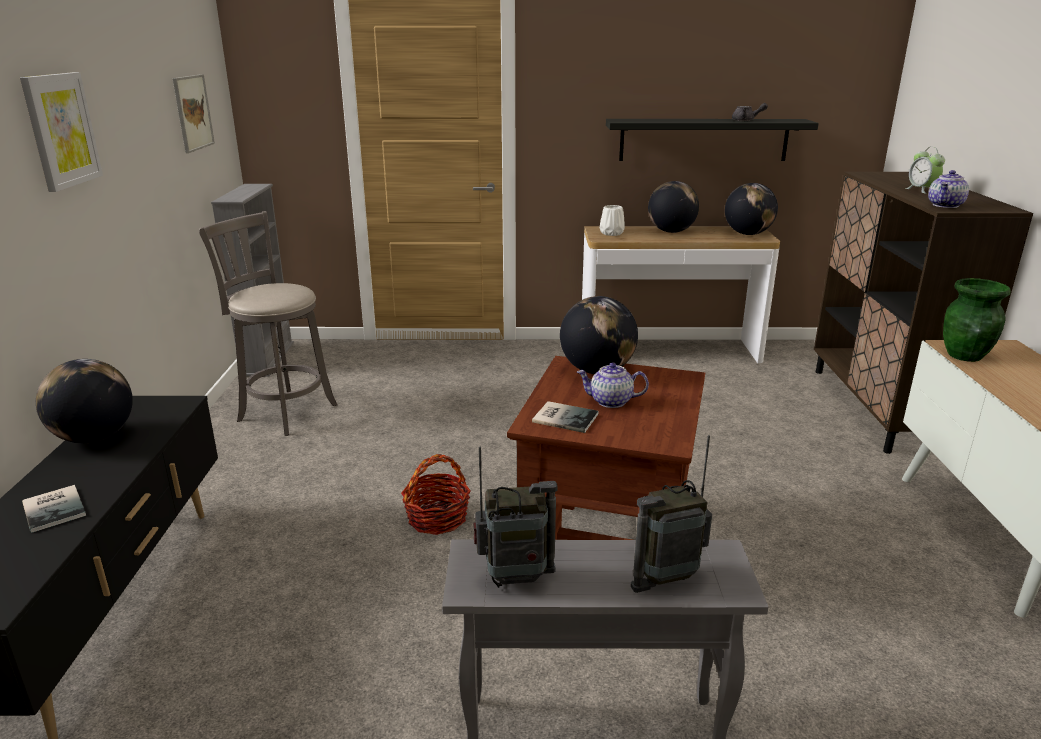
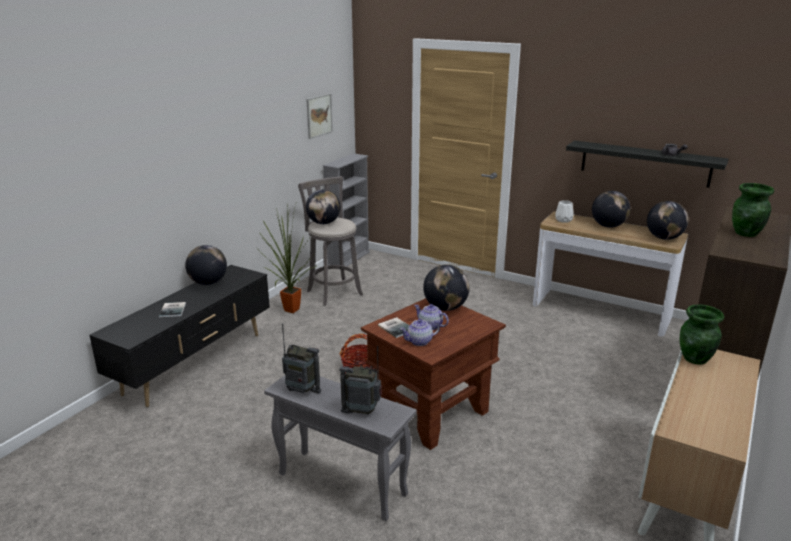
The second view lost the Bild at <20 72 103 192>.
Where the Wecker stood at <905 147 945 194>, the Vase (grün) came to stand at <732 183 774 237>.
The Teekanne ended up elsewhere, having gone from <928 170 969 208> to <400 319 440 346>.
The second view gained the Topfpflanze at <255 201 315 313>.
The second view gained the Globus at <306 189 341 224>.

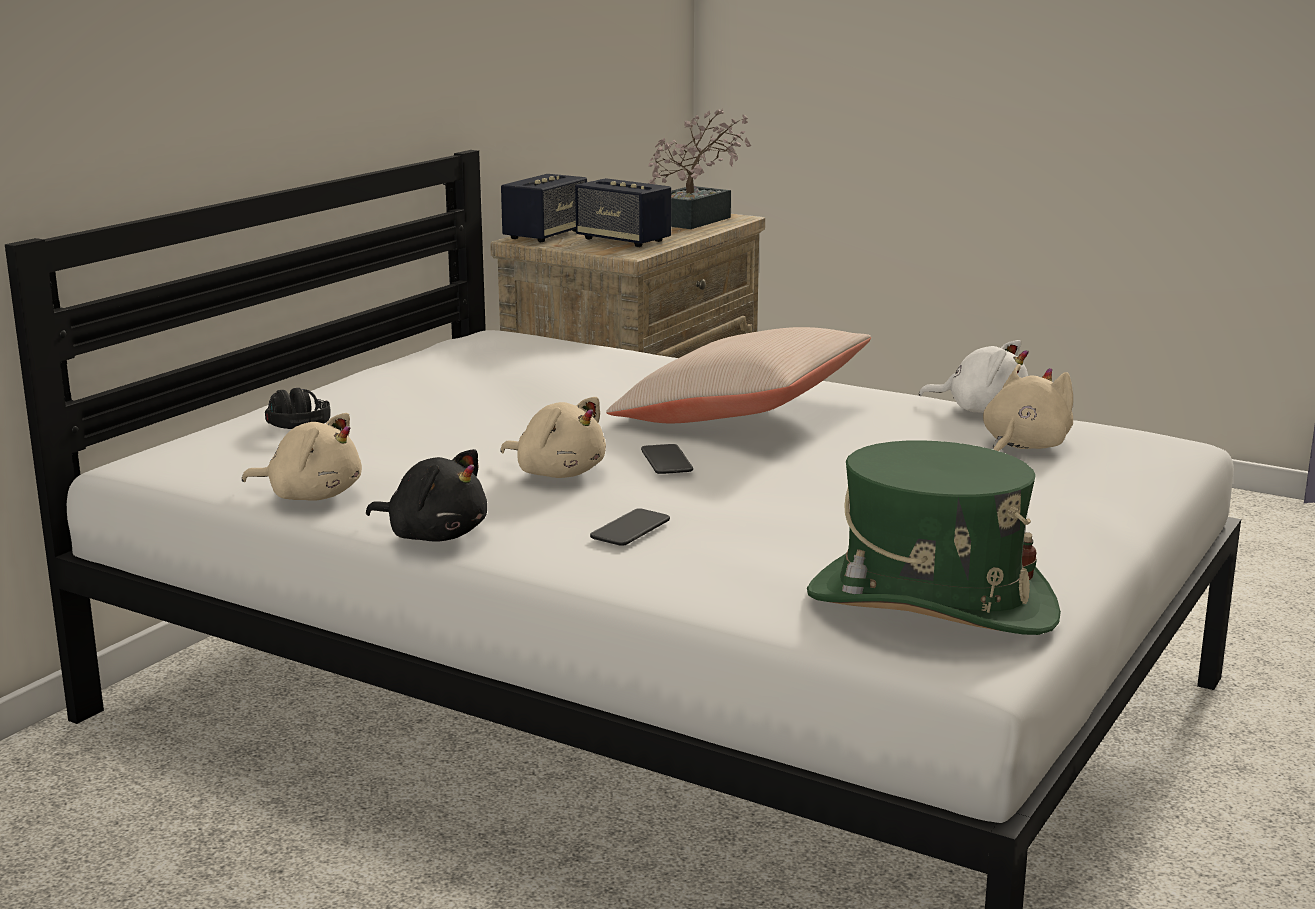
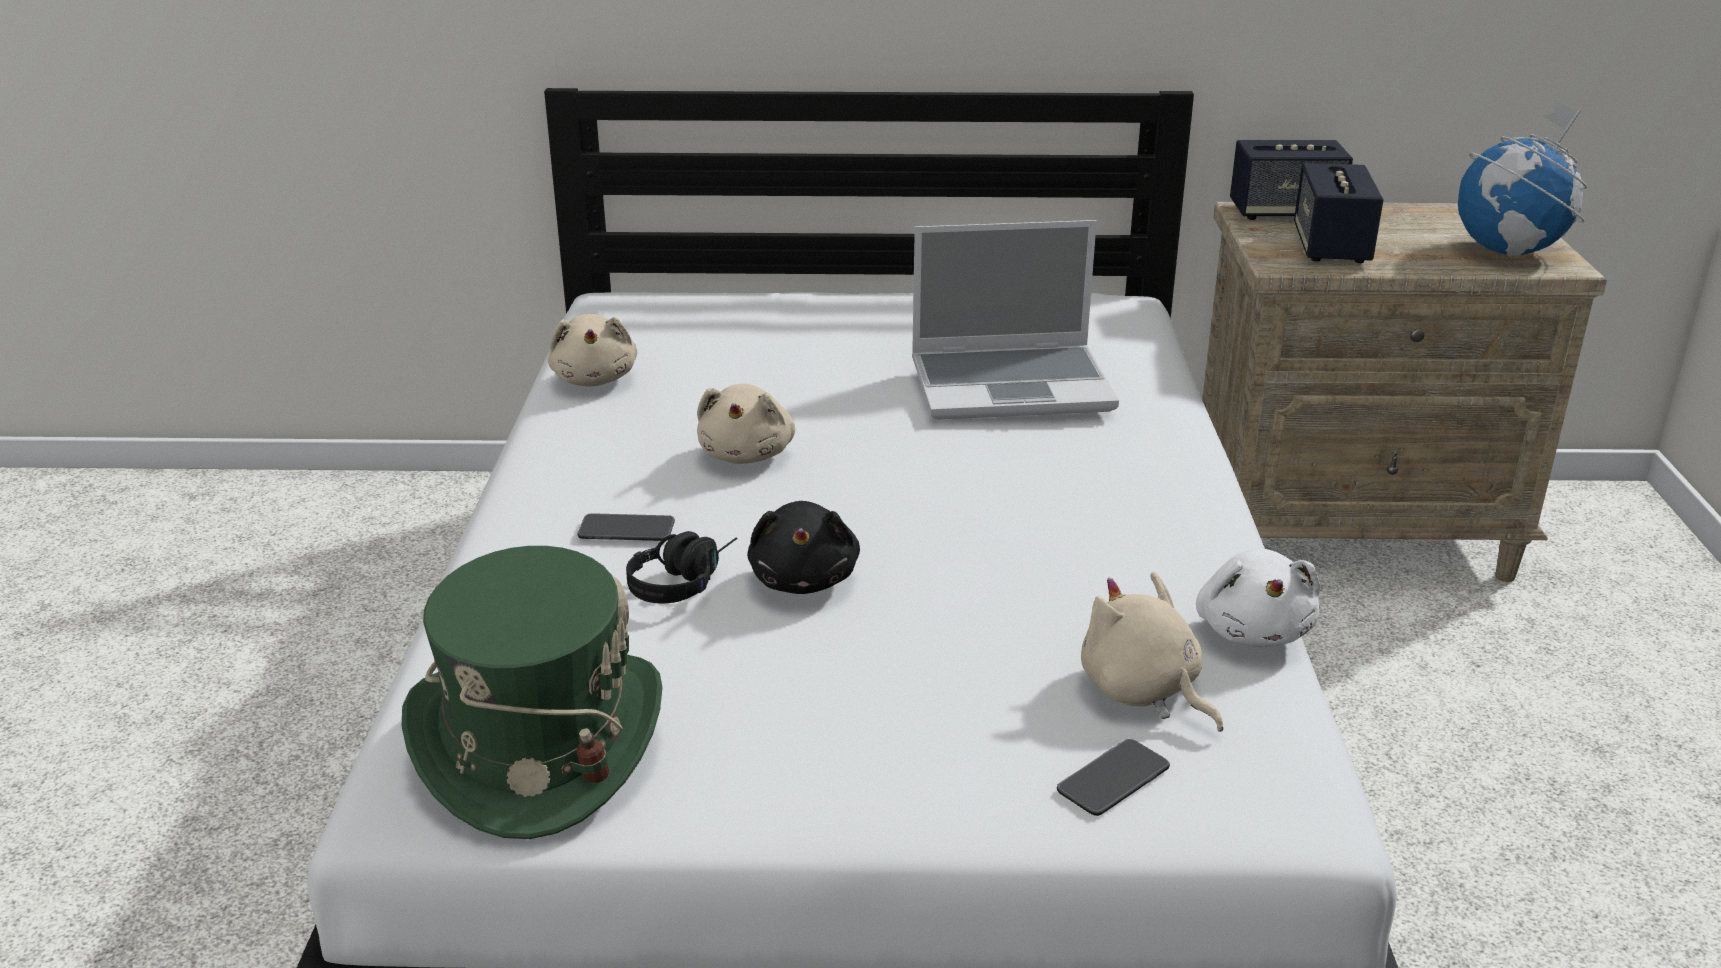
The Kopfhörer (schwarz) ended up elsewhere, having gone from <265 388 331 429> to <626 531 737 604>.
The Plüschtier (schwarz) ended up elsewhere, having gone from <366 449 487 542> to <747 501 860 594>.
The second view lost the Kissen (beige) at <606 327 871 423>.
The Handy ended up elsewhere, having gone from <641 444 693 474> to <1057 739 1170 816>.
Where the Topfpflanze stood at <648 108 751 229>, the Globus came to stand at <1458 99 1587 257>.
The Plüschtier (beige) at <983 364 1073 451> ended up facing another way, 135 degrees counterclockwise from before.
The second view gained the Laptop at <912 220 1119 420>.

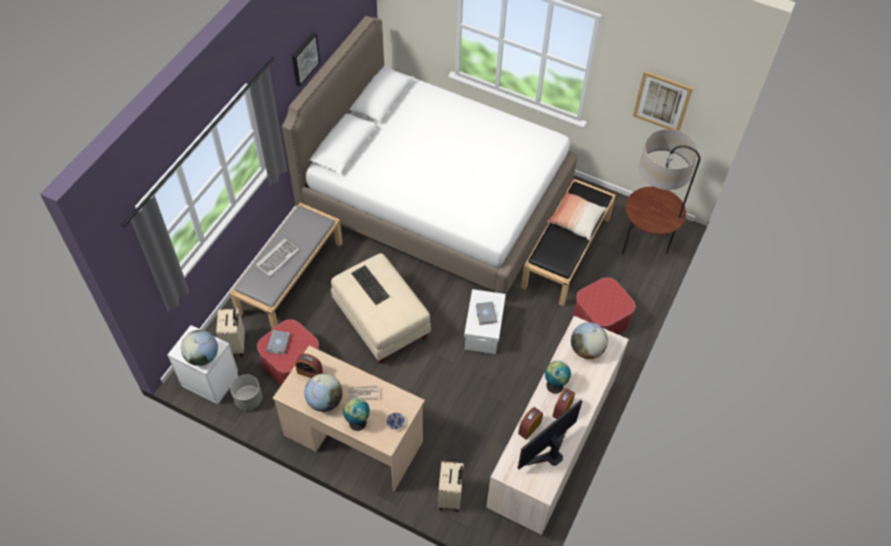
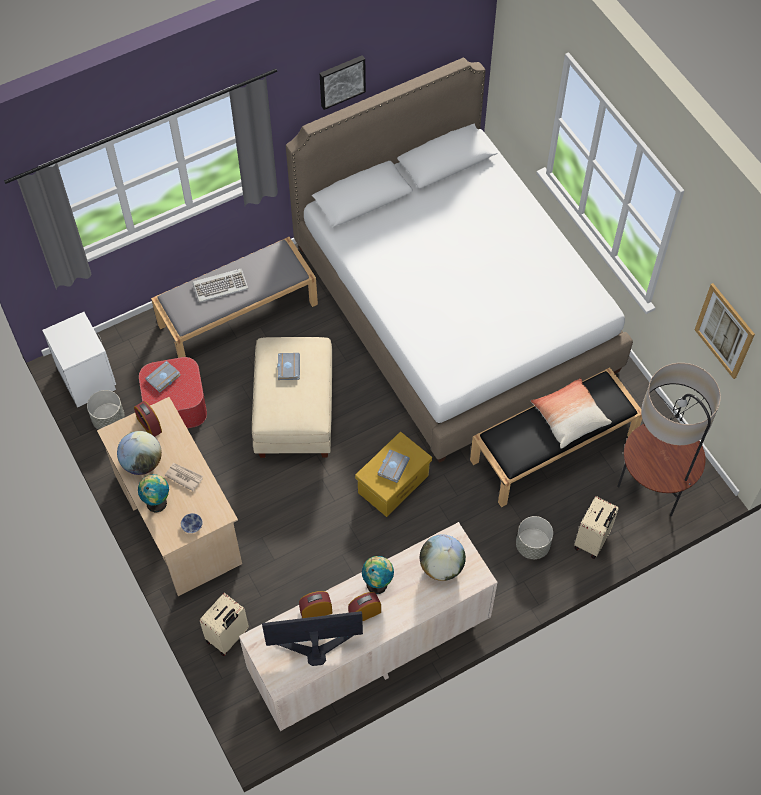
The second view lost the Globus at <181 330 218 366>.
The Koffer (beige) ended up elsewhere, having gone from <216 308 245 356> to <574 496 619 559>.
Where the Tastatur stood at <351 265 390 305>, the Buch (grau) came to stand at <277 353 300 380>.
What was the Aufbewahrungsbox (weiß) at <464 289 506 354> turned into the Aufbewahrungsbox (gelb) at <355 432 432 517>.
Where the Polsterhocker stood at <573 277 635 334>, the Pflanzkübel (grau) came to stand at <516 516 553 559>.

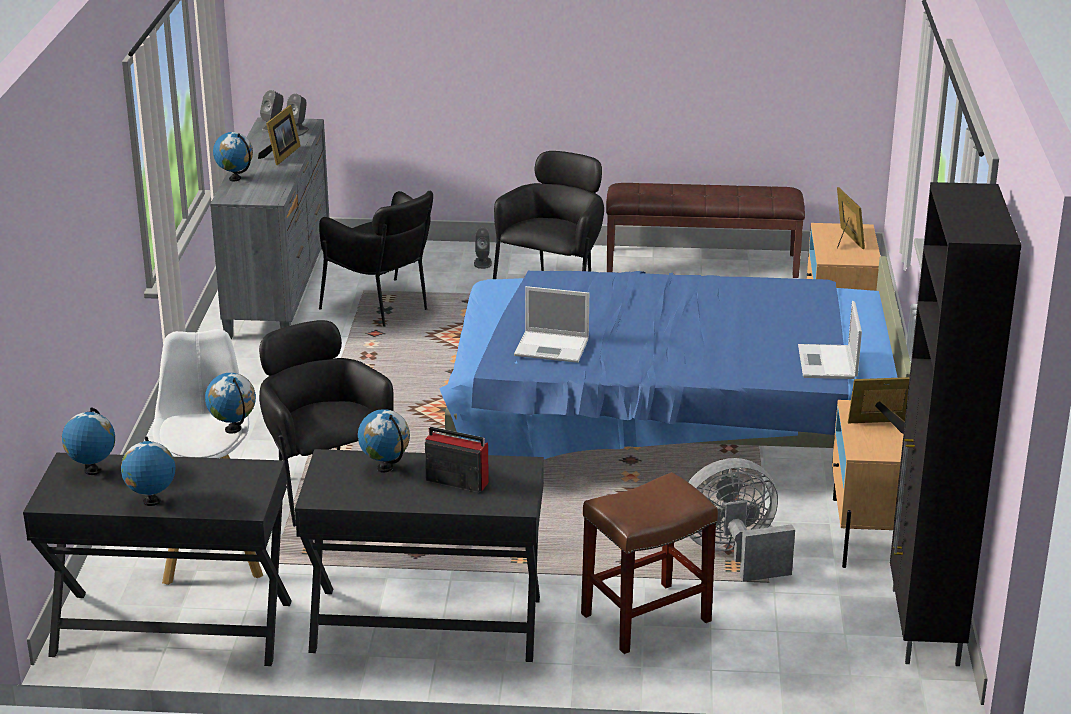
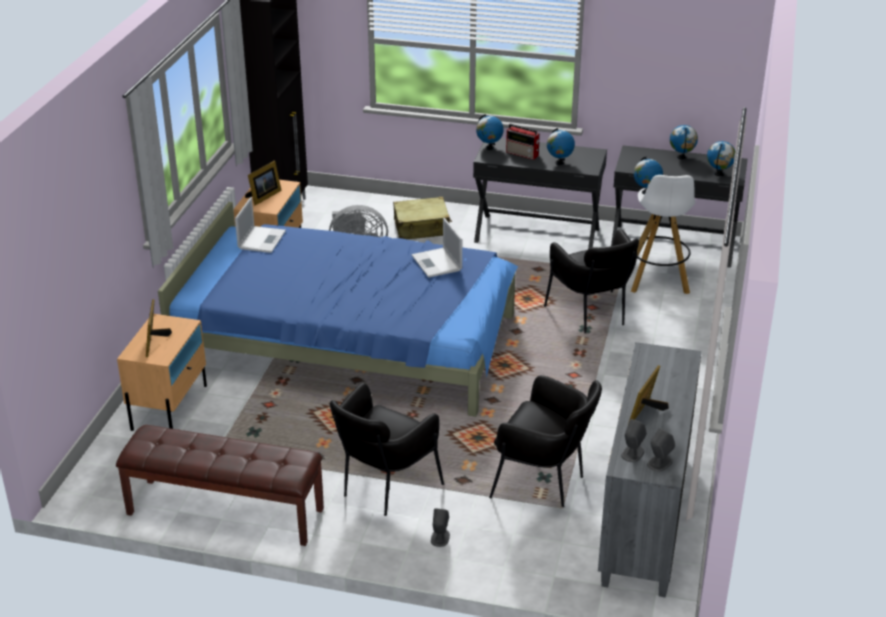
The Globus ended up elsewhere, having gone from <213 132 253 181> to <476 114 504 150>.
The Sessel (schwarz) at <319 191 433 327> ended up facing another way, 150 degrees clockwise from before.
The Laptop at <514 286 589 363> ended up facing another way, 135 degrees counterclockwise from before.
Where the Hocker (braun) stood at <581 472 718 654>, the Koffer (beige) came to stand at <393 197 452 239>.
The Bilderrahmen at <848 377 910 434> ended up facing another way, 60 degrees counterclockwise from before.

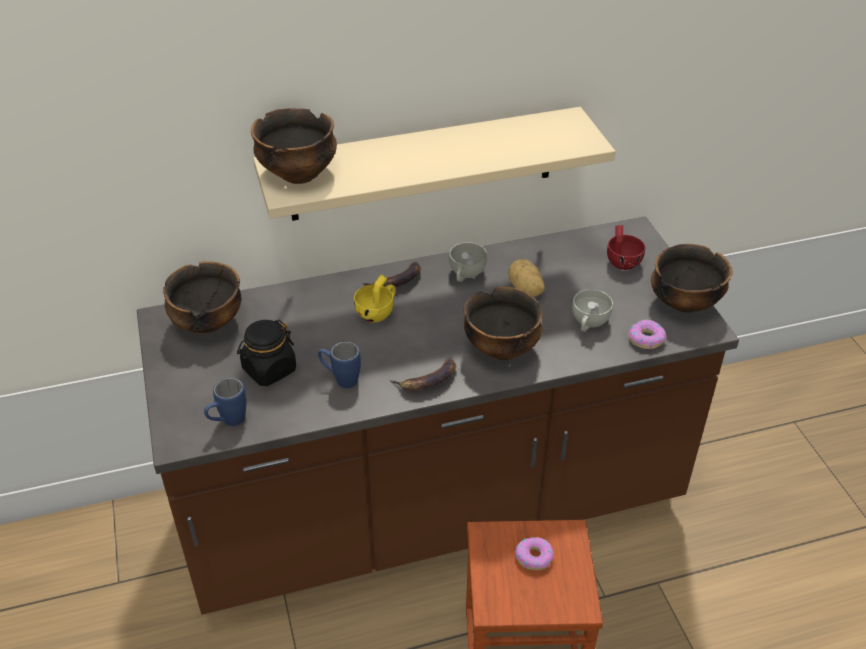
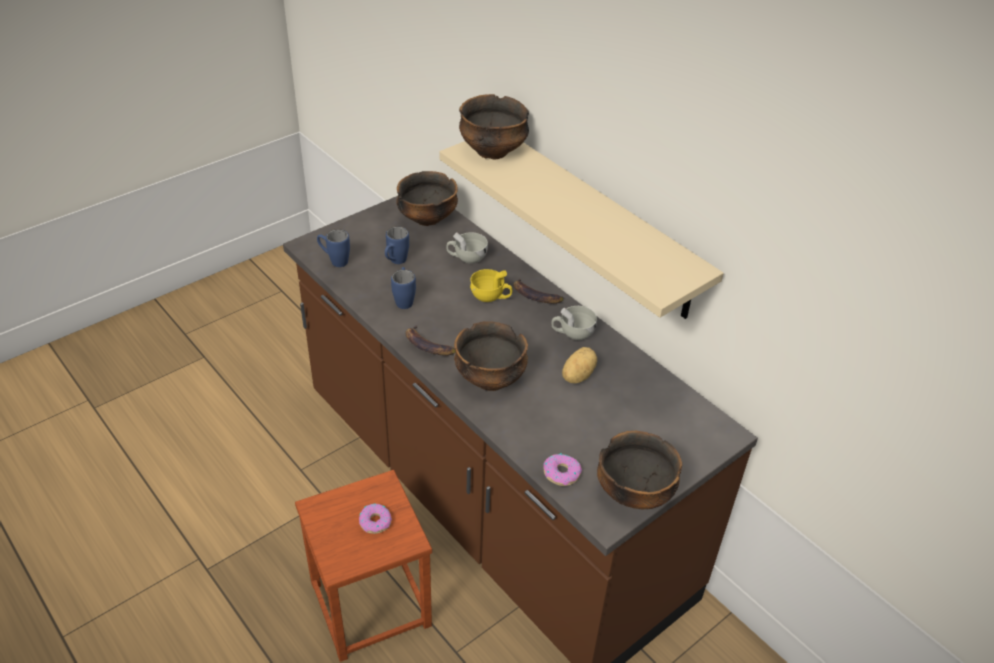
Where the Vorratsglas (schwarz) stood at <237 320 296 386>, the Henkelbecher (blau) came to stand at <385 227 409 264>.
The Tasse (weiß) ended up elsewhere, having gone from <572 289 613 332> to <446 232 488 264>.
The second view lost the Tasse (rot) at <607 225 645 270>.

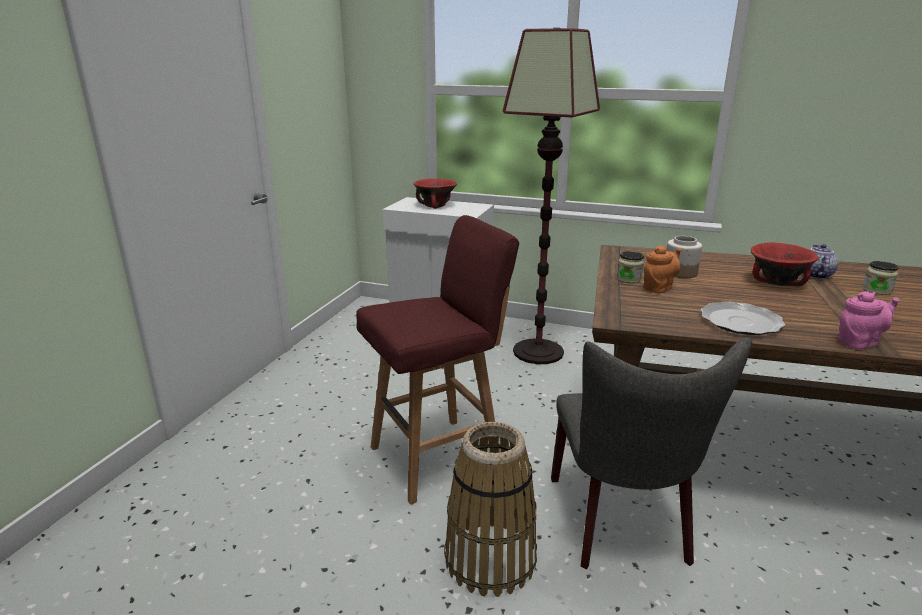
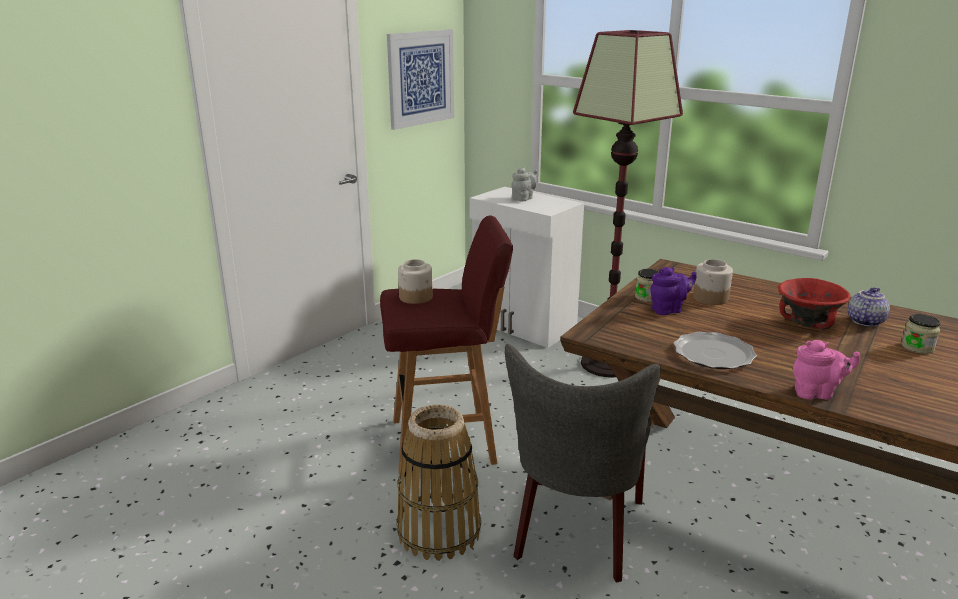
Where the Schüssel (rot) stood at <414 179 457 209>, the Teekanne (grau) came to stand at <512 167 537 201>.
What was the Teekanne (orange) at <643 246 681 293> turned into the Teekanne (lila) at <650 267 696 315>.
The second view gained the Bild at <387 30 454 130>.
The second view gained the Vorratsglas at <398 259 433 304>.

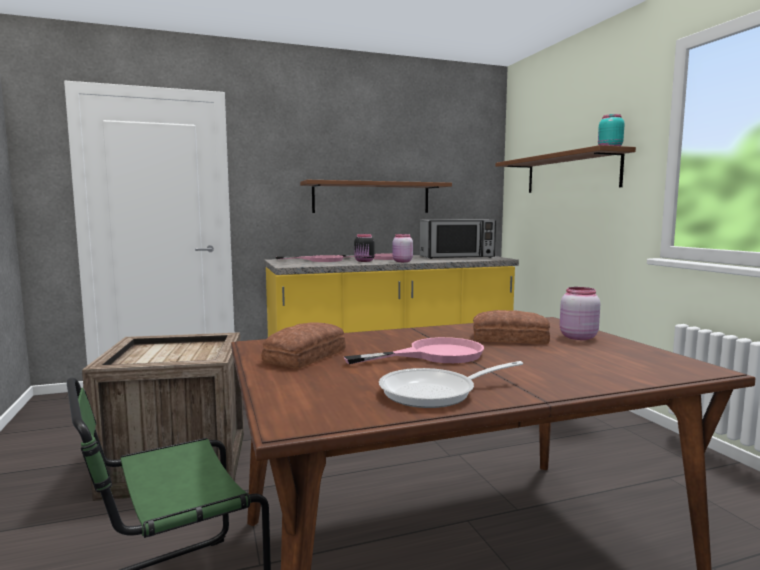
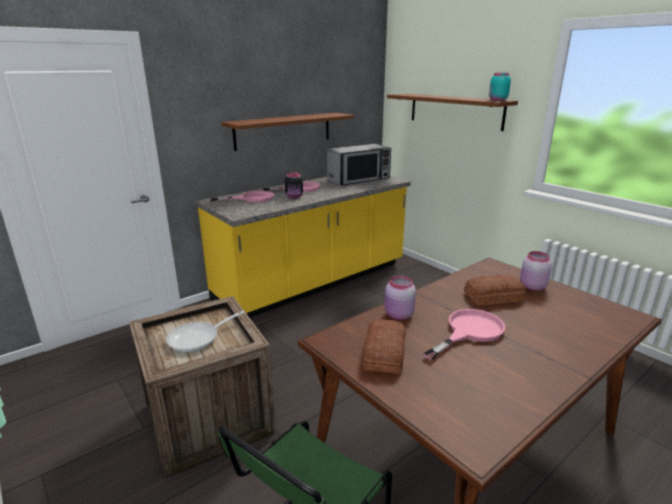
The Pfanne ended up elsewhere, having gone from <379 361 523 408> to <166 311 245 352>.
The Vorratsglas (rosa) ended up elsewhere, having gone from <392 234 413 262> to <385 275 416 320>.

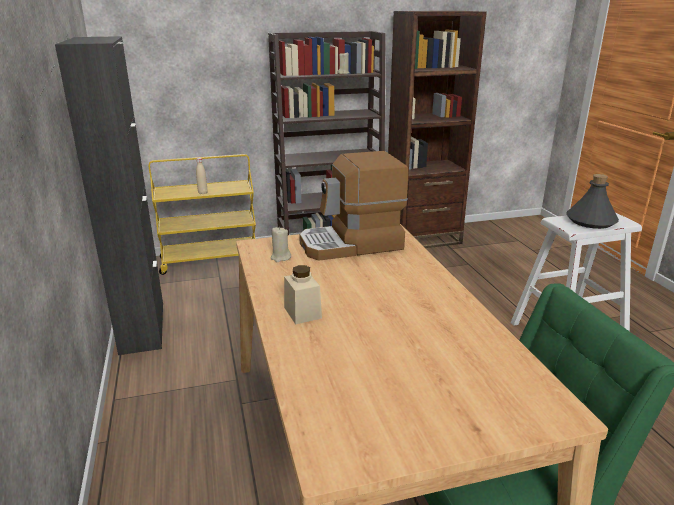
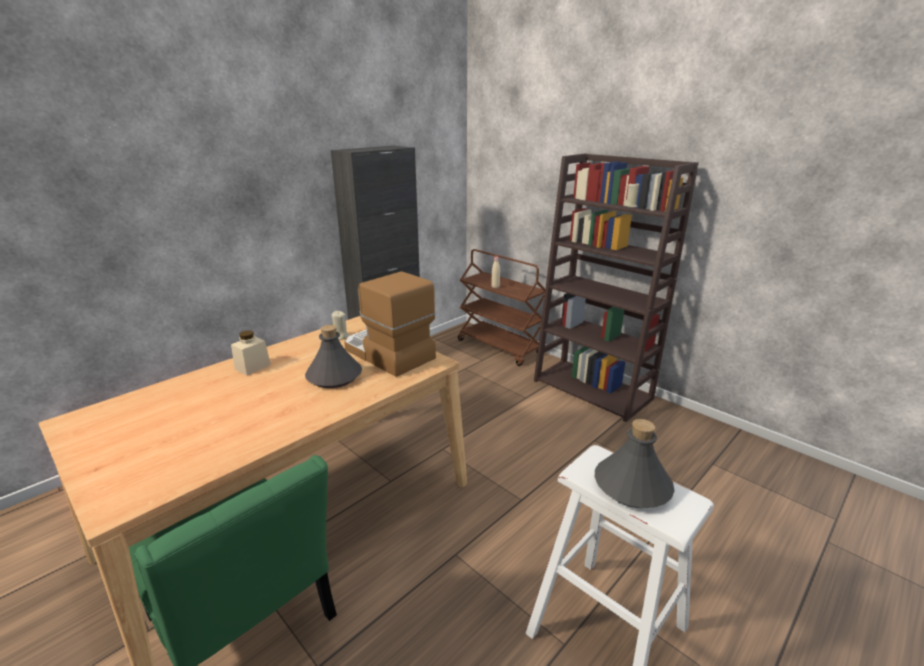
What was the Rollwagen (gelb) at <149 154 256 275> turned into the Rollwagen (braun) at <458 249 545 366>.
The second view lost the Bücherregal (braun) at <388 11 487 248>.
The second view gained the Flasche (grau) at <305 325 362 388>.

